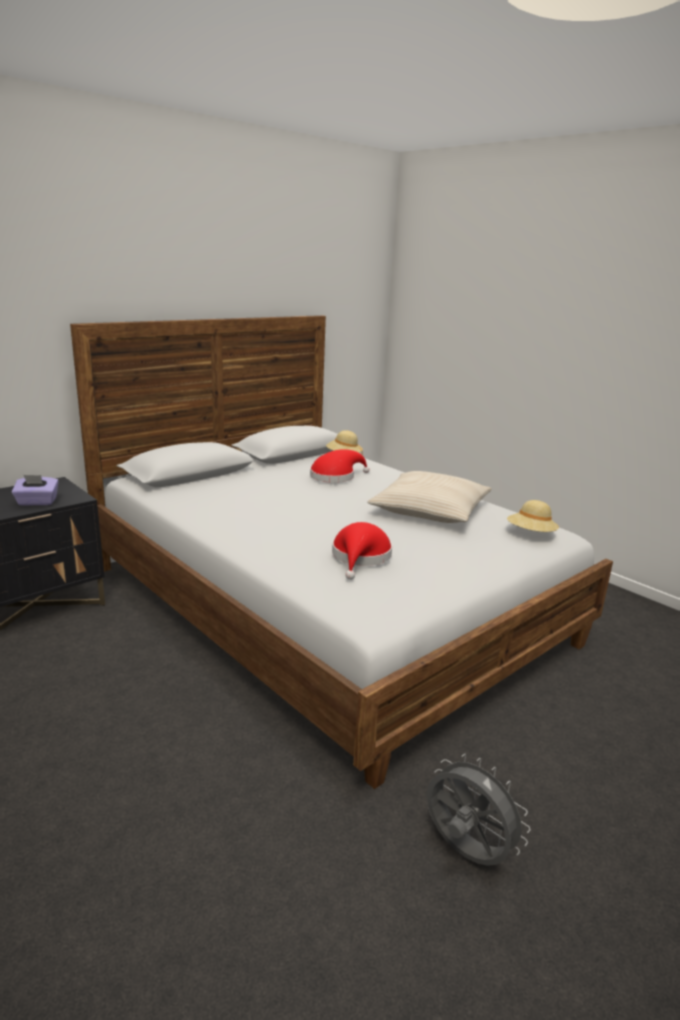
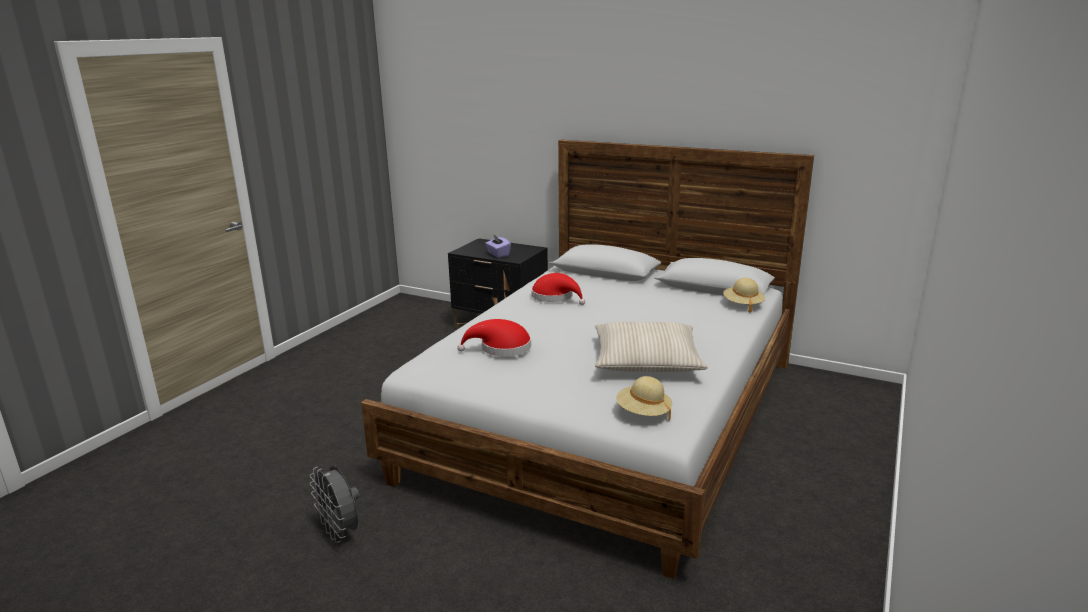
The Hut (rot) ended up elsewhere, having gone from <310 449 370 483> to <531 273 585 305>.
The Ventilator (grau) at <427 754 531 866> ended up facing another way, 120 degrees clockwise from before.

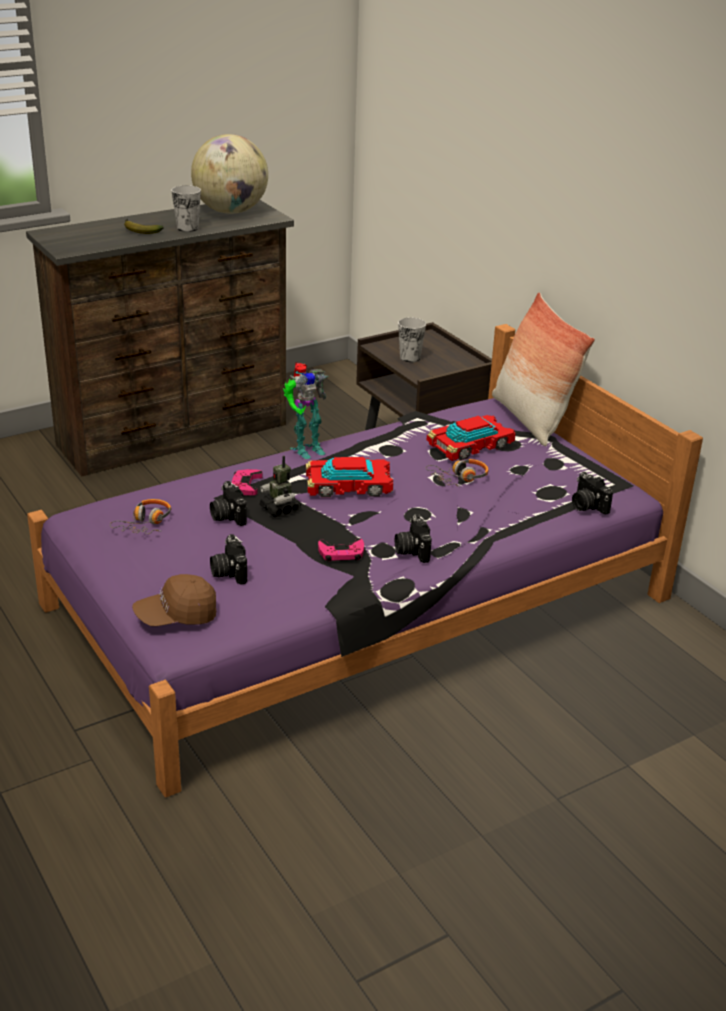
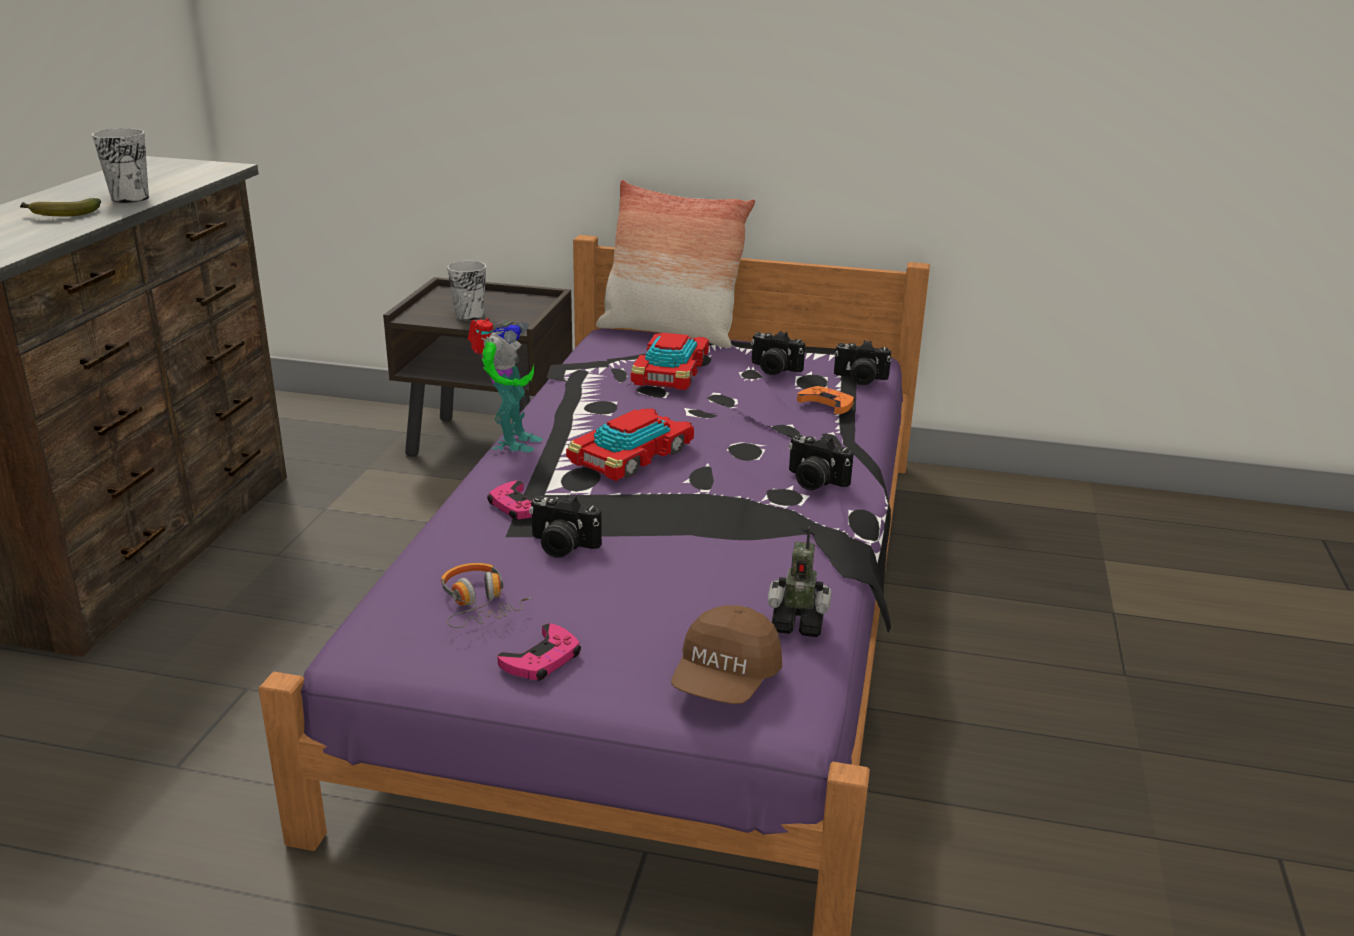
The second view lost the Globus at <191 134 268 214>.
The Kamera ended up elsewhere, having gone from <210 534 247 585> to <751 331 805 375>.
The Spielzeugroboter ended up elsewhere, having gone from <260 456 301 517> to <768 526 832 637>.
The Gamepad (rosa) ended up elsewhere, having gone from <318 538 364 561> to <497 623 581 681>.
The second view lost the Kopfhörer at <426 459 488 487>.
The second view gained the Gamepad (orange) at <797 386 855 414>.

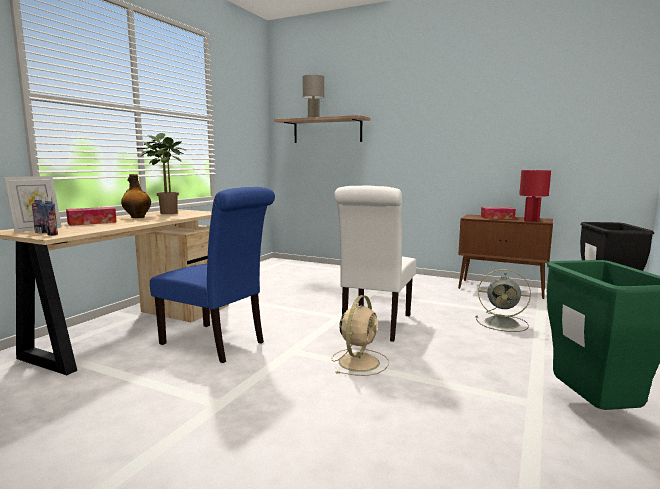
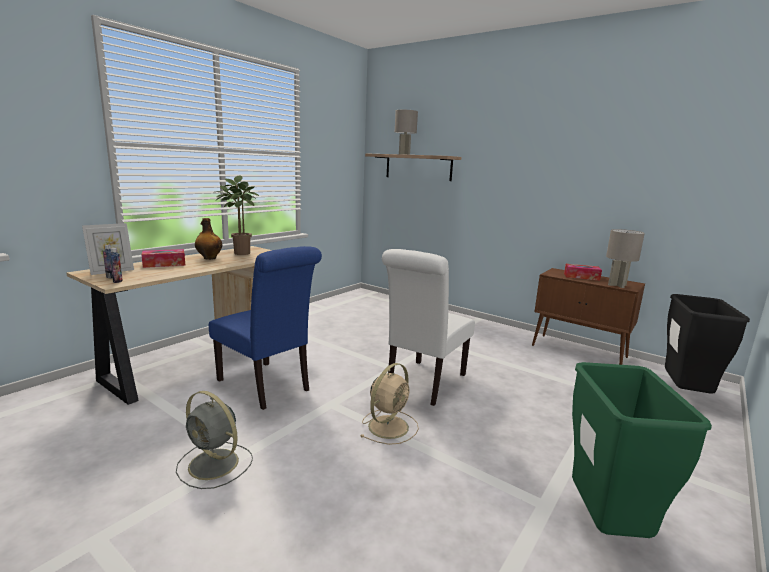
The Ventilator (grau) ended up elsewhere, having gone from <476 269 531 332> to <176 391 253 489>.
What was the Tischlampe (rot) at <519 170 551 222> turned into the Tischlampe (grau) at <606 229 645 288>.

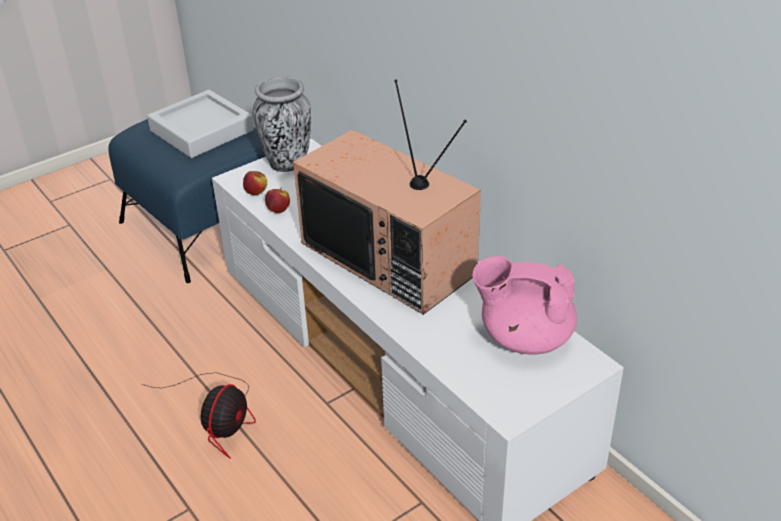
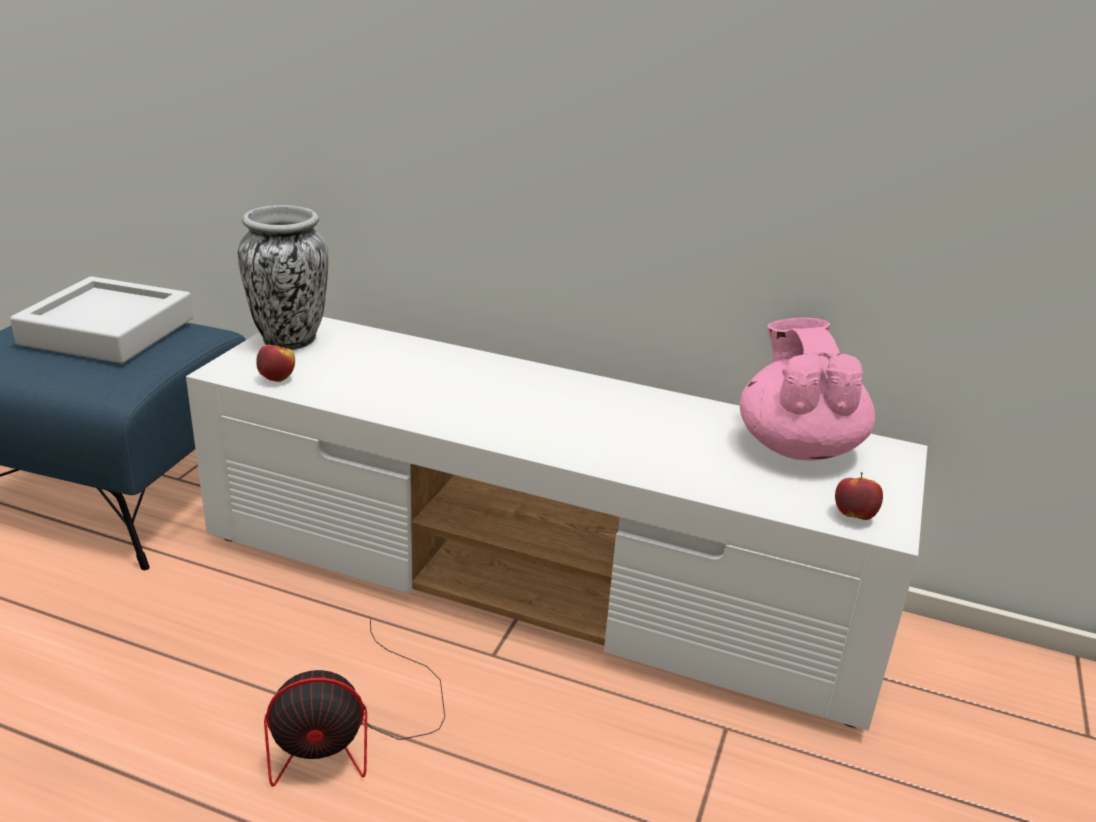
The Ventilator at <142 372 256 459> ended up facing another way, 90 degrees clockwise from before.
The Apfel ended up elsewhere, having gone from <265 189 290 213> to <835 472 883 520>.
The second view lost the Fernseher at <293 79 481 315>.
The Teekanne (rosa) at <472 256 577 355> ended up facing another way, 105 degrees clockwise from before.

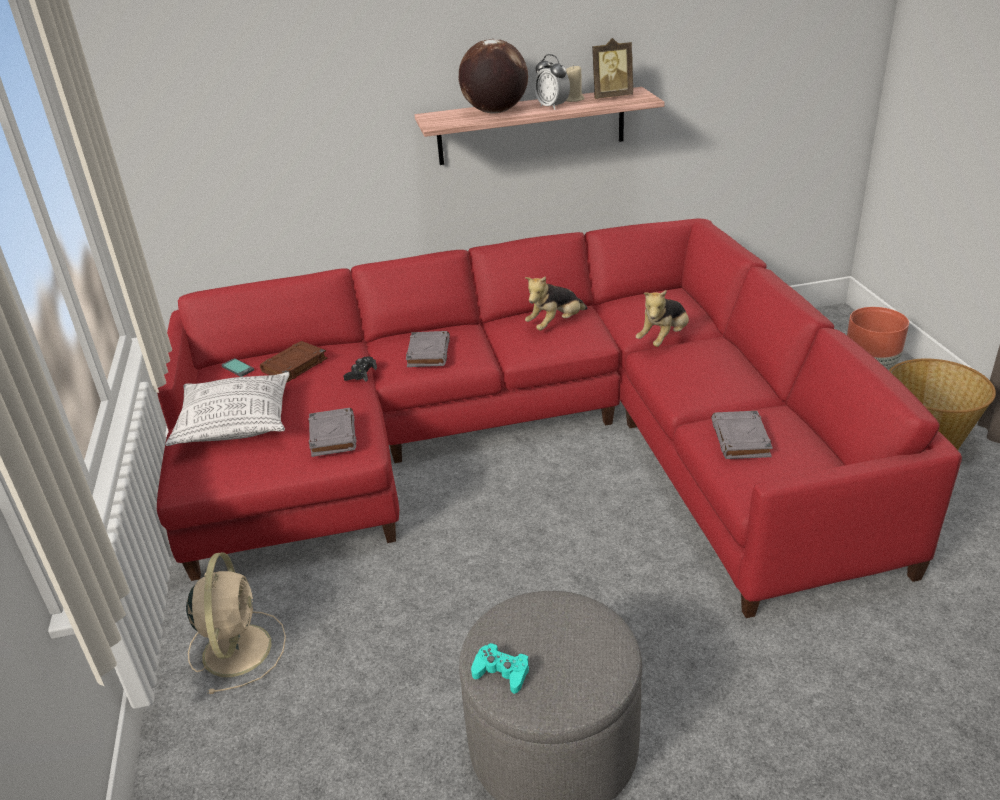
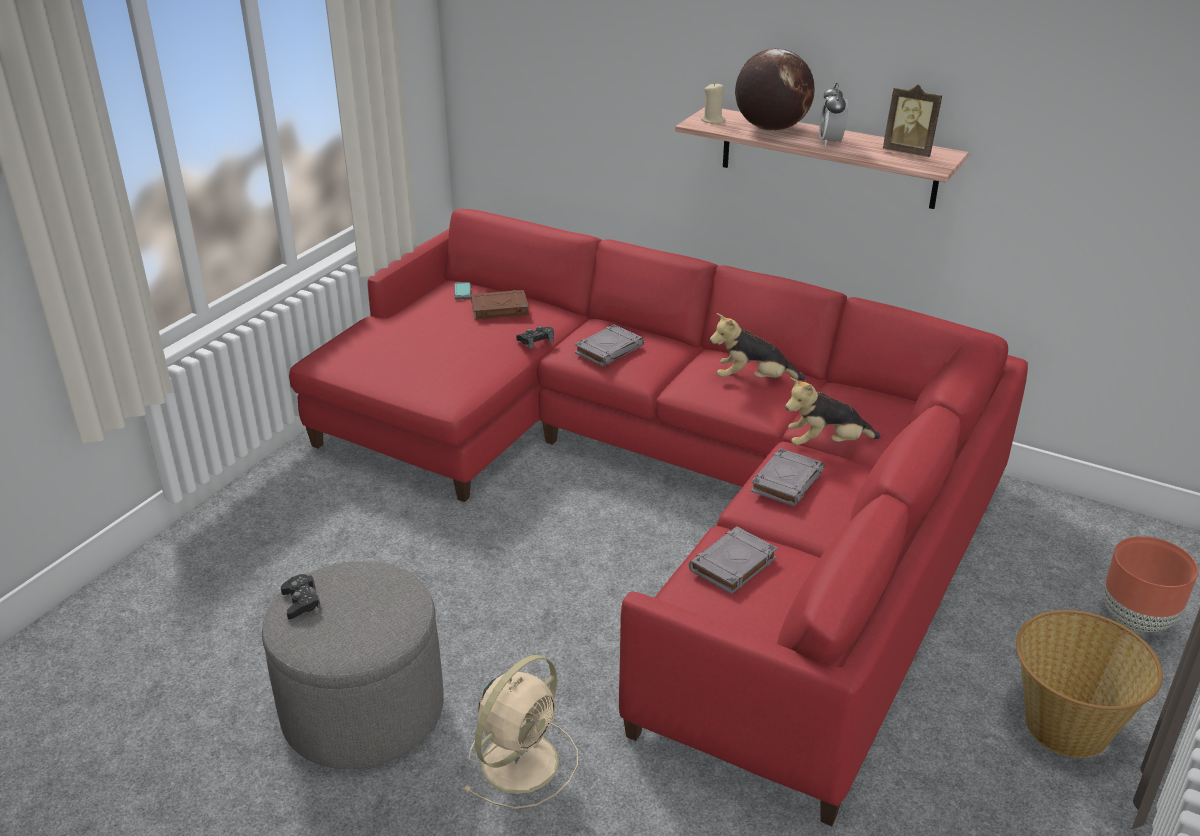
The second view lost the Kissen at <166 372 290 446>.
The Ventilator (beige) ended up elsewhere, having gone from <186 552 286 694> to <463 655 578 809>.
The Buch (grau) ended up elsewhere, having gone from <308 408 356 457> to <751 448 824 506>.
What was the Gamepad (türkis) at <471 643 529 694> turned into the Gamepad (schwarz) at <281 574 321 619>.
The Kerze (beige) ended up elsewhere, having gone from <566 65 585 102> to <701 83 726 123>.

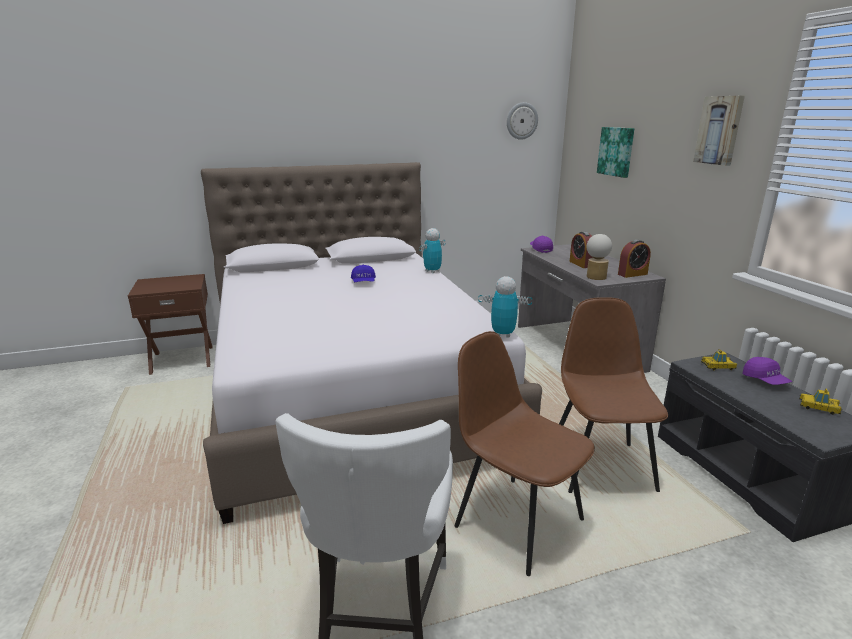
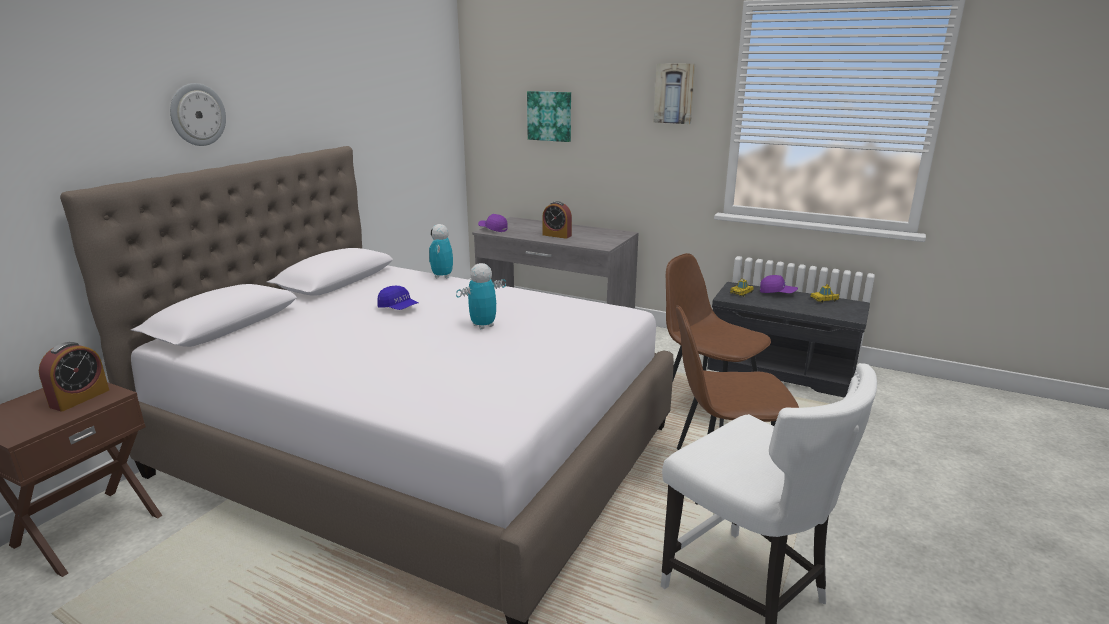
The Spielzeugroboter ended up elsewhere, having gone from <478 276 532 337> to <456 263 506 330>.
The Wanduhr ended up elsewhere, having gone from <507 102 538 140> to <170 83 226 146>.
The second view lost the Tischlampe at <587 234 612 280>.
The Wecker ended up elsewhere, having gone from <618 240 651 278> to <39 342 109 412>.

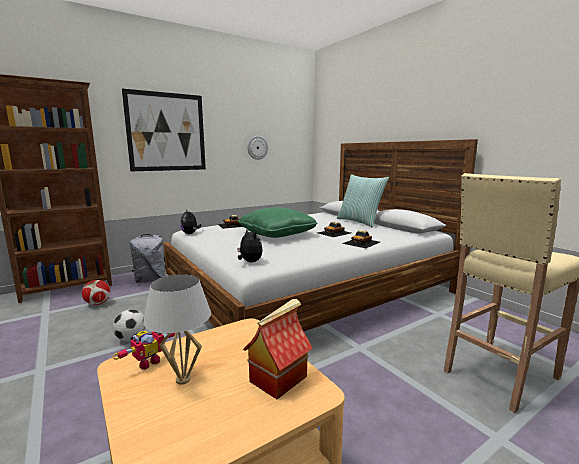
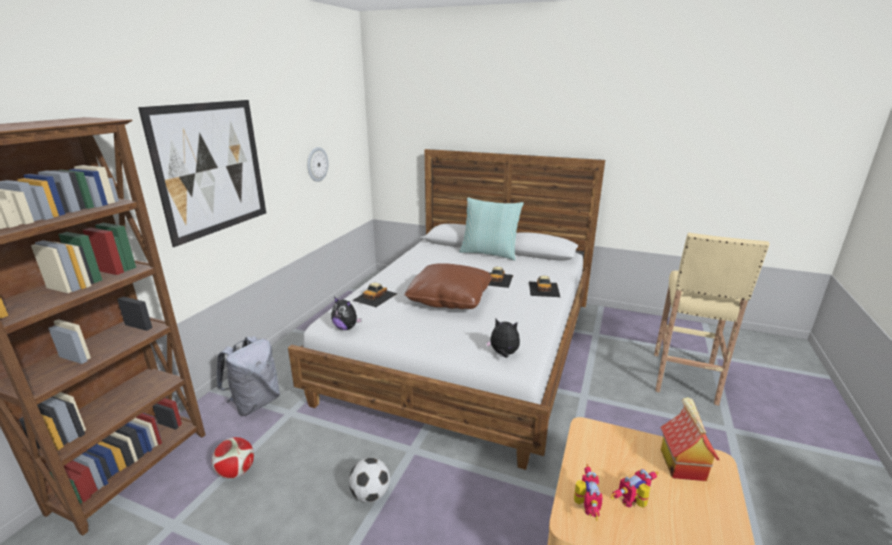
Where the Tischlampe (weiß) stood at <143 274 211 384>, the Spielzeugroboter came to stand at <610 469 659 508>.
What was the Kissen (grün) at <238 207 317 238> turned into the Kissen (braun) at <404 263 492 309>.

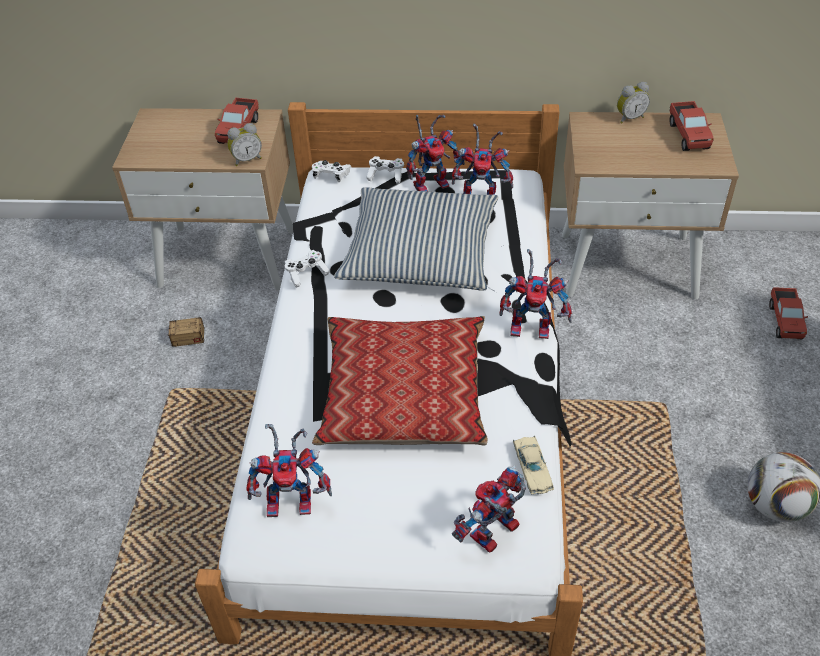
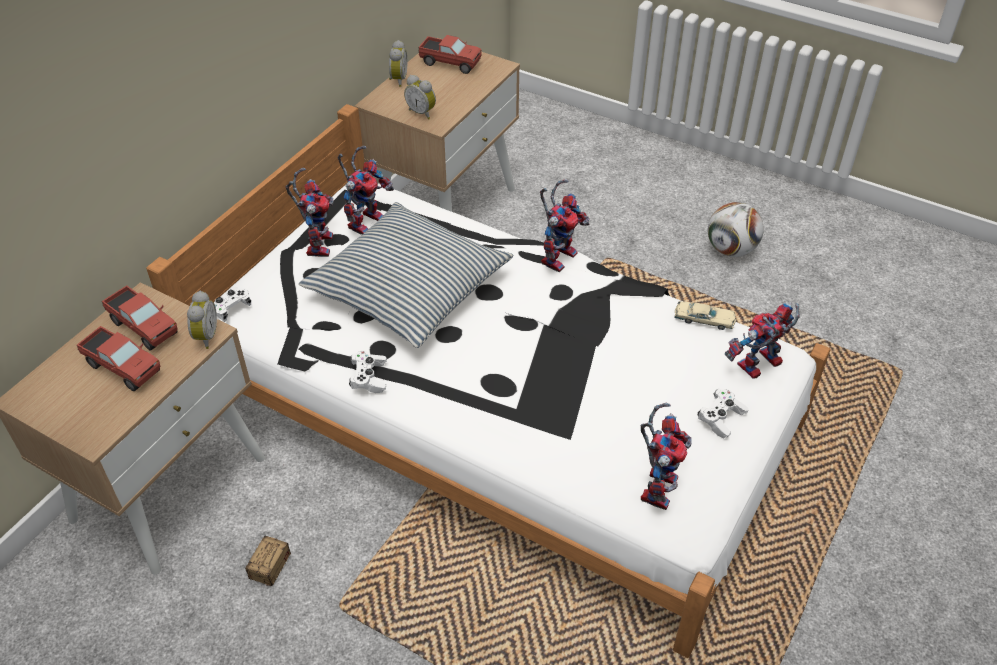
The second view lost the Kissen at <312 316 488 445>.
The Gamepad (weiß) ended up elsewhere, having gone from <366 156 404 184> to <697 389 748 439>.
The Spielzeugroboter at <452 465 526 552> ended up facing another way, 75 degrees clockwise from before.
The Spielzeuglaster ended up elsewhere, having gone from <769 287 808 339> to <77 326 160 391>.
The second view gained the Wecker at <404 75 436 120>.

